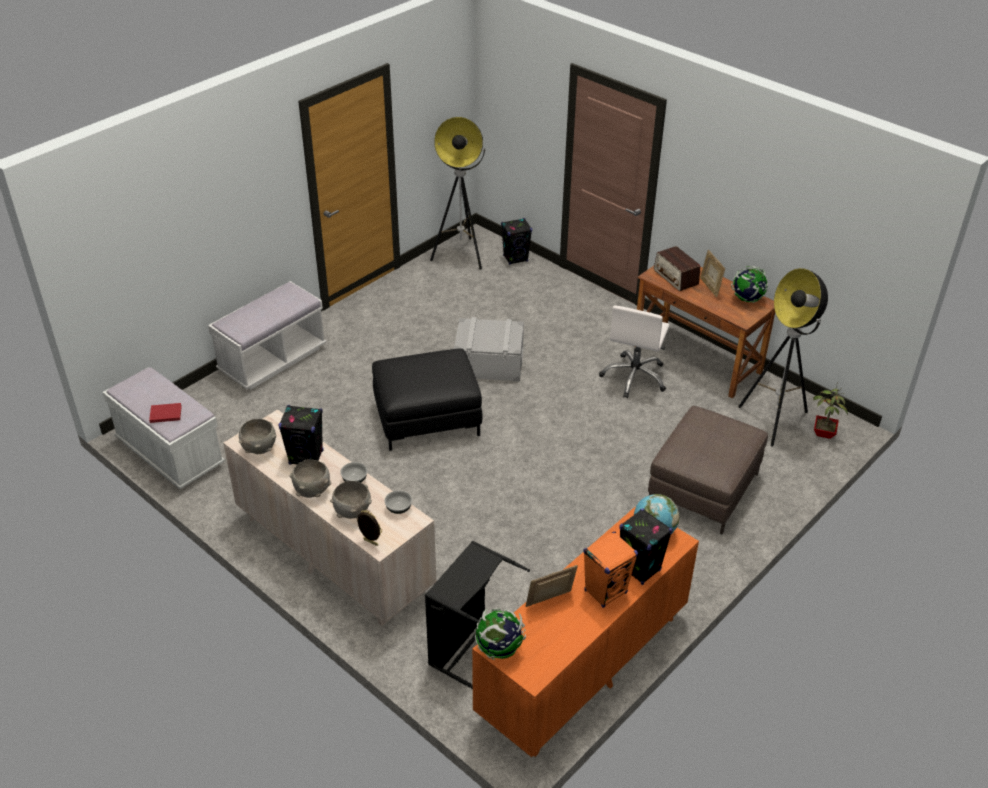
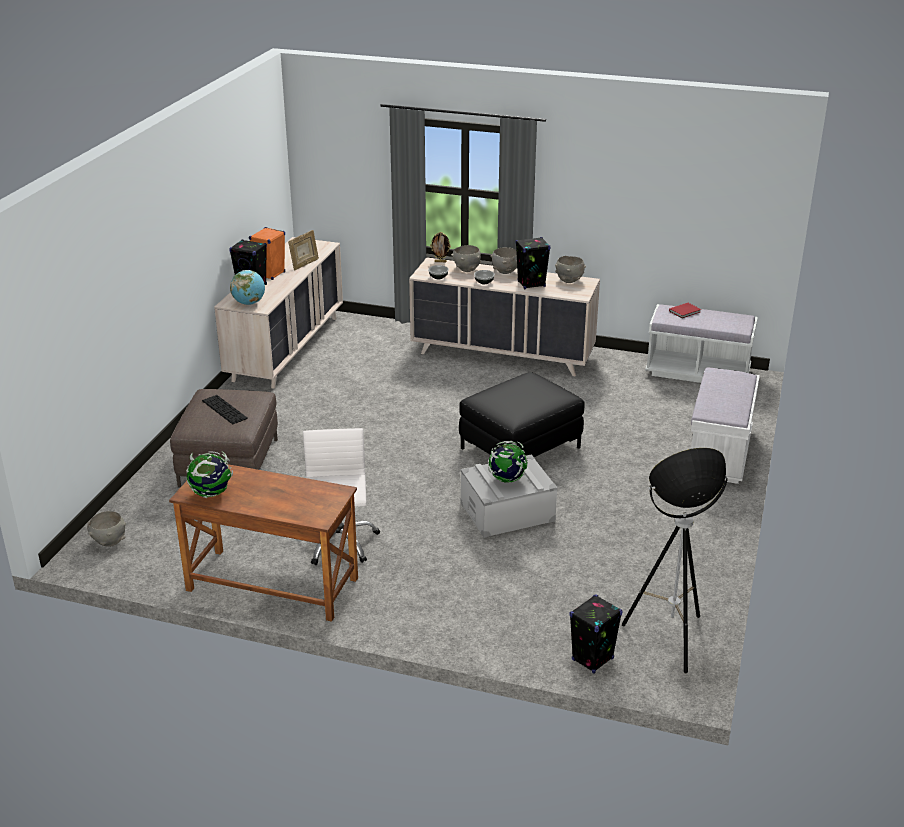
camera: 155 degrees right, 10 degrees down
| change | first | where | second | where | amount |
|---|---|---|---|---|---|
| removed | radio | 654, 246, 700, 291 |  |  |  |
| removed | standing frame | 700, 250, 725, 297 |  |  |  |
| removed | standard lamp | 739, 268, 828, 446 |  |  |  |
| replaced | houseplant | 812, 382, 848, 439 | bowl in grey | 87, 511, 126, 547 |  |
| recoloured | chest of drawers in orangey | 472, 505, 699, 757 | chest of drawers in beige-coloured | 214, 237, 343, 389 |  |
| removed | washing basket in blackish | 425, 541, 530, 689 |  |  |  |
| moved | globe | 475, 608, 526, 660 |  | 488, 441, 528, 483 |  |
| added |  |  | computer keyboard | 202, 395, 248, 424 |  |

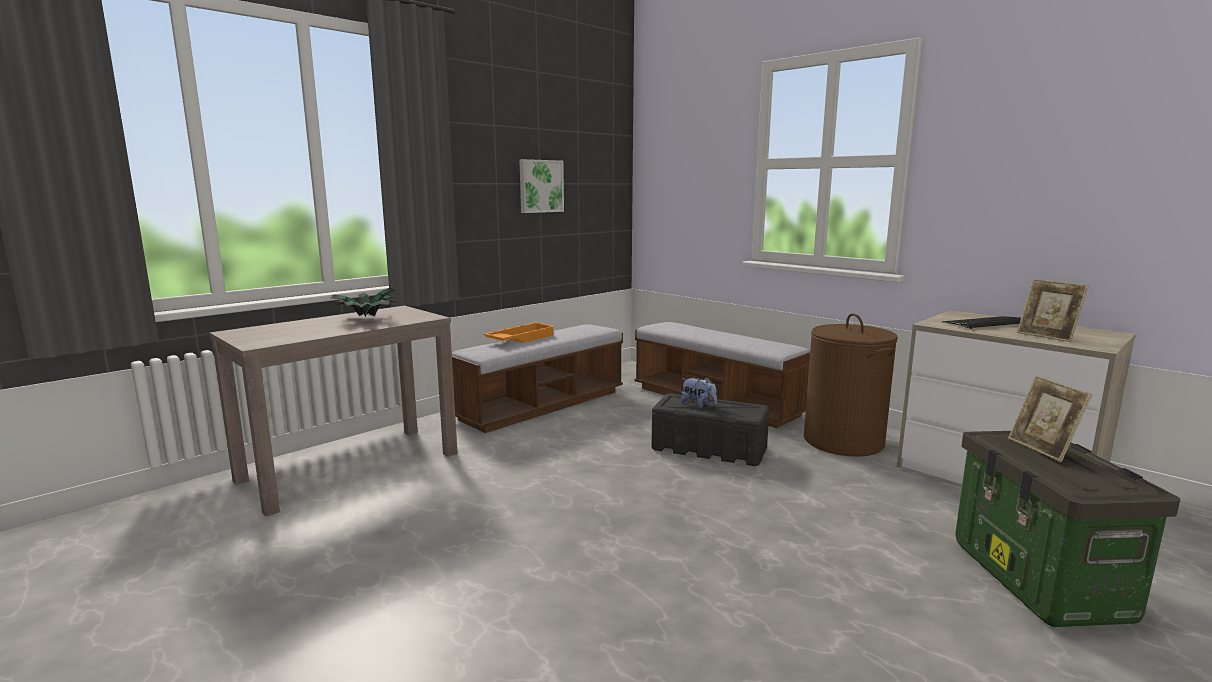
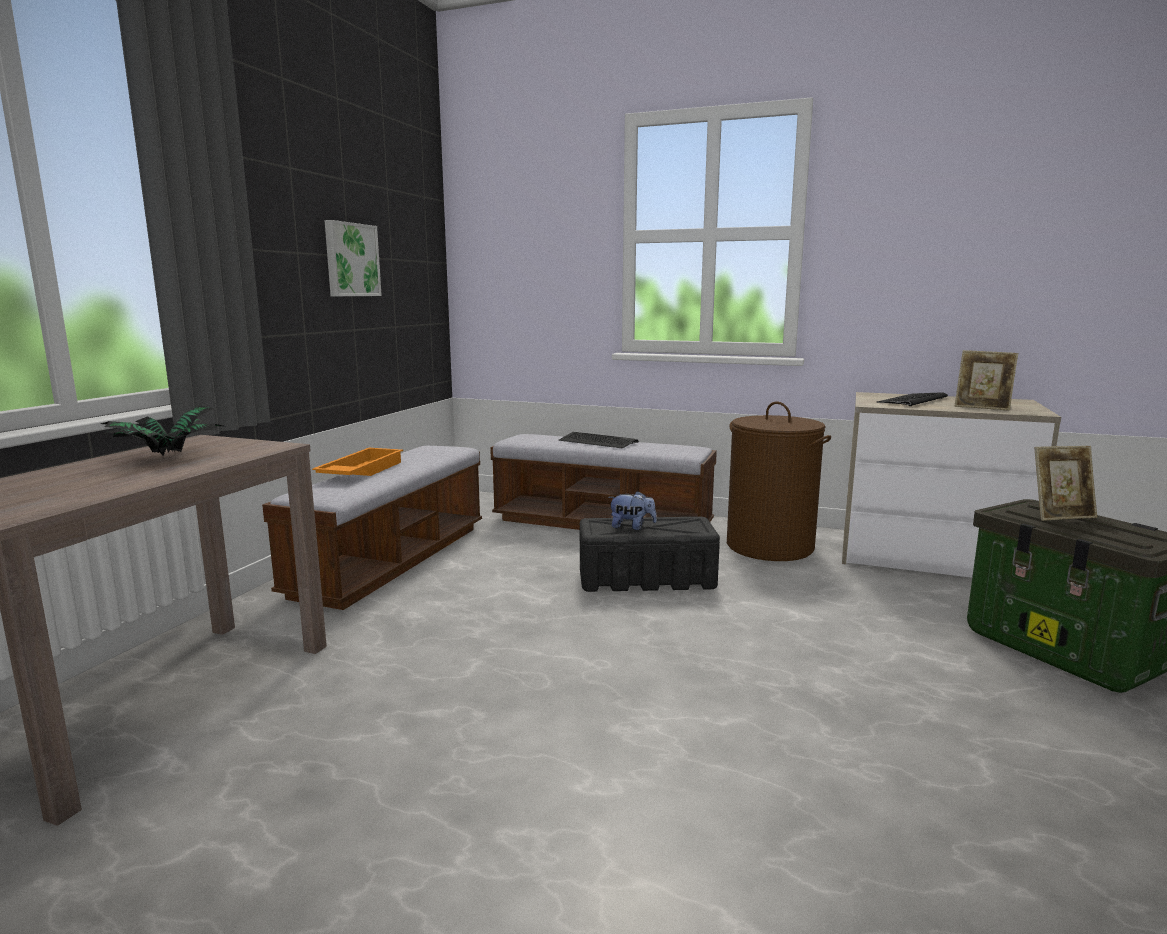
camera: 25 degrees left, 0 degrees up
| change | first | where | second | where | amount |
|---|---|---|---|---|---|
| turned | standing frame | 1008, 375, 1093, 462 |  | 1034, 446, 1097, 521 | 60 degrees counterclockwise |
| added |  |  | computer keyboard | 559, 432, 639, 449 |  |

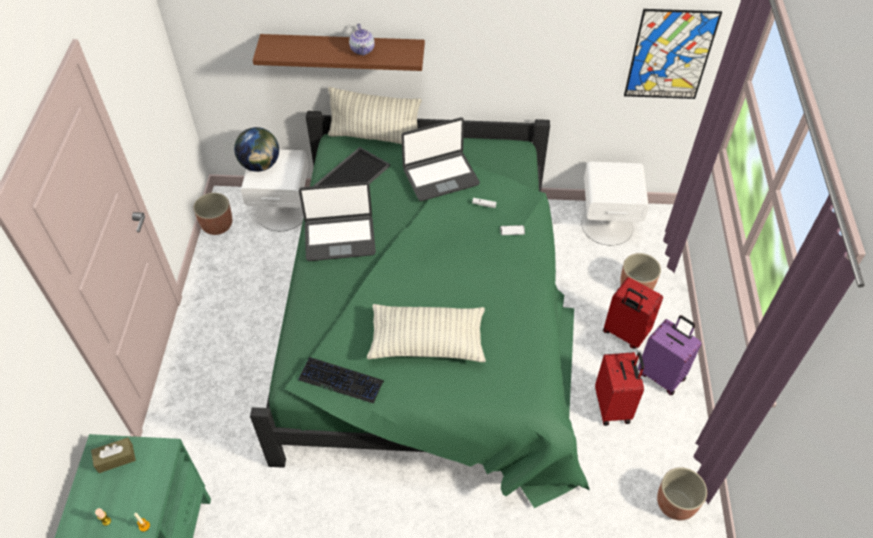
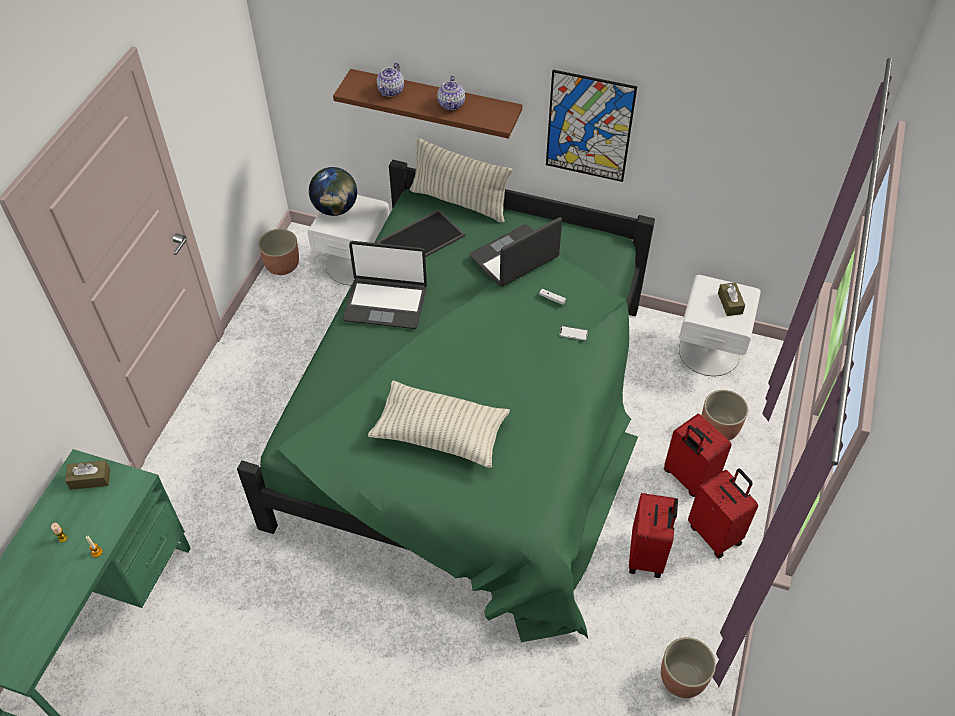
camera: 15 degrees right, 0 degrees up
| change | first | where | second | where | amount |
|---|---|---|---|---|---|
| moved | wall picture | 624, 9, 722, 99 |  | 546, 70, 637, 182 |  |
| turned | notebook computer | 401, 117, 480, 201 |  | 469, 217, 562, 287 | 150 degrees clockwise |
| recoloured | piece of luggage in purple-coloured | 638, 315, 702, 395 | piece of luggage in red-coloured | 688, 469, 758, 559 |  |
| removed | computer keyboard | 298, 357, 384, 403 |  |  |  |
| added |  |  | teapot | 377, 63, 404, 97 |  |
| added |  |  | tissue box in brown-coloured | 718, 282, 745, 316 |  |

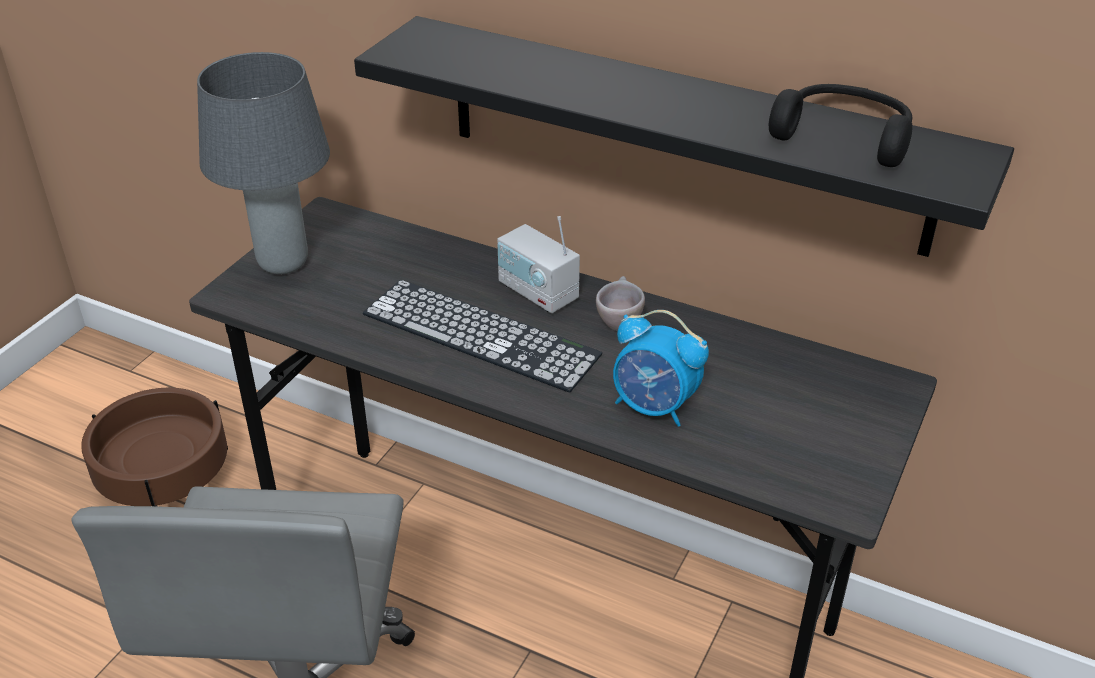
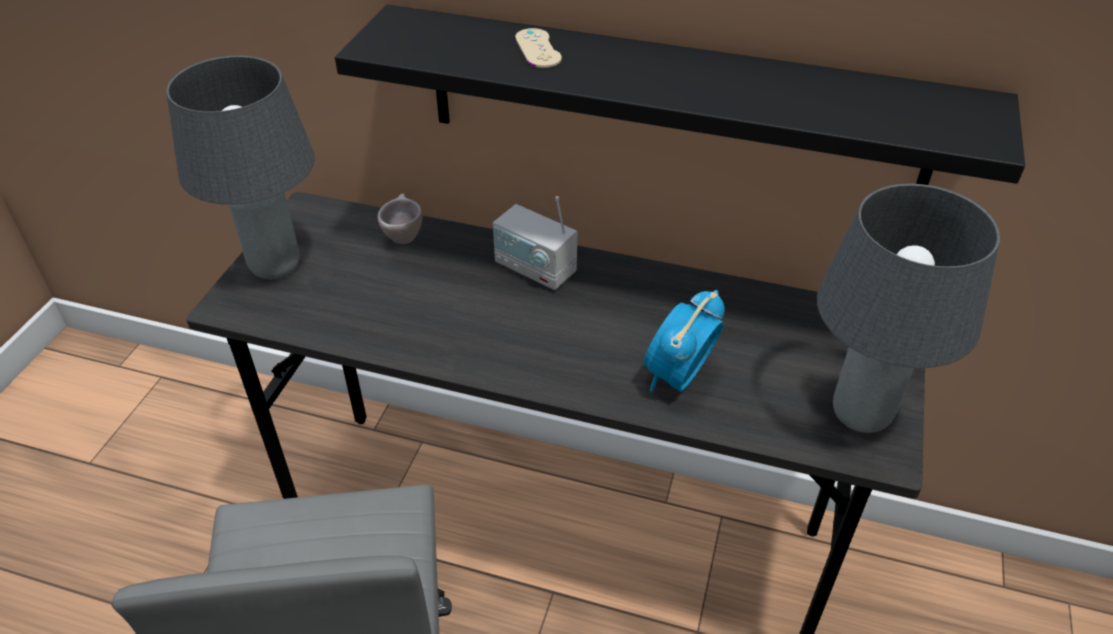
camera: 10 degrees left, 5 degrees up
| change | first | where | second | where | amount |
|---|---|---|---|---|---|
| removed | pair of headphones in blackish | 769, 84, 913, 167 |  |  |  |
| moved | cup in beige-coloured | 596, 276, 645, 331 |  | 378, 194, 423, 244 |  |
| removed | computer keyboard | 363, 280, 602, 392 |  |  |  |
| turned | alarm clock | 613, 310, 709, 427 |  | 644, 290, 725, 392 | 105 degrees clockwise |
| removed | plant pot in brown-coloured | 81, 388, 228, 506 |  |  |  |
| added |  |  | game controller in beige-coloured | 515, 28, 562, 68 |  |
| added |  |  | table lamp in grey | 817, 184, 1000, 433 |  |

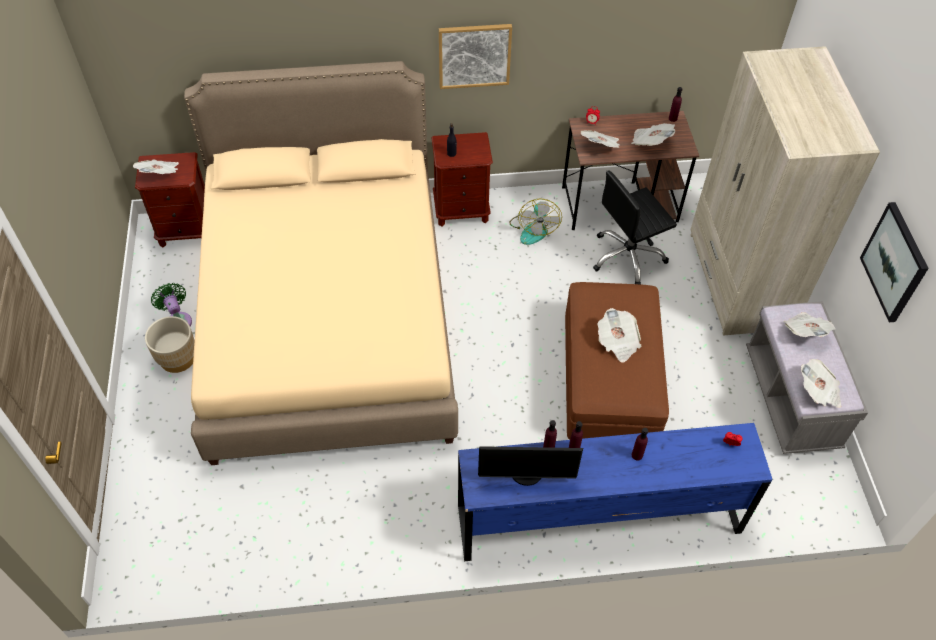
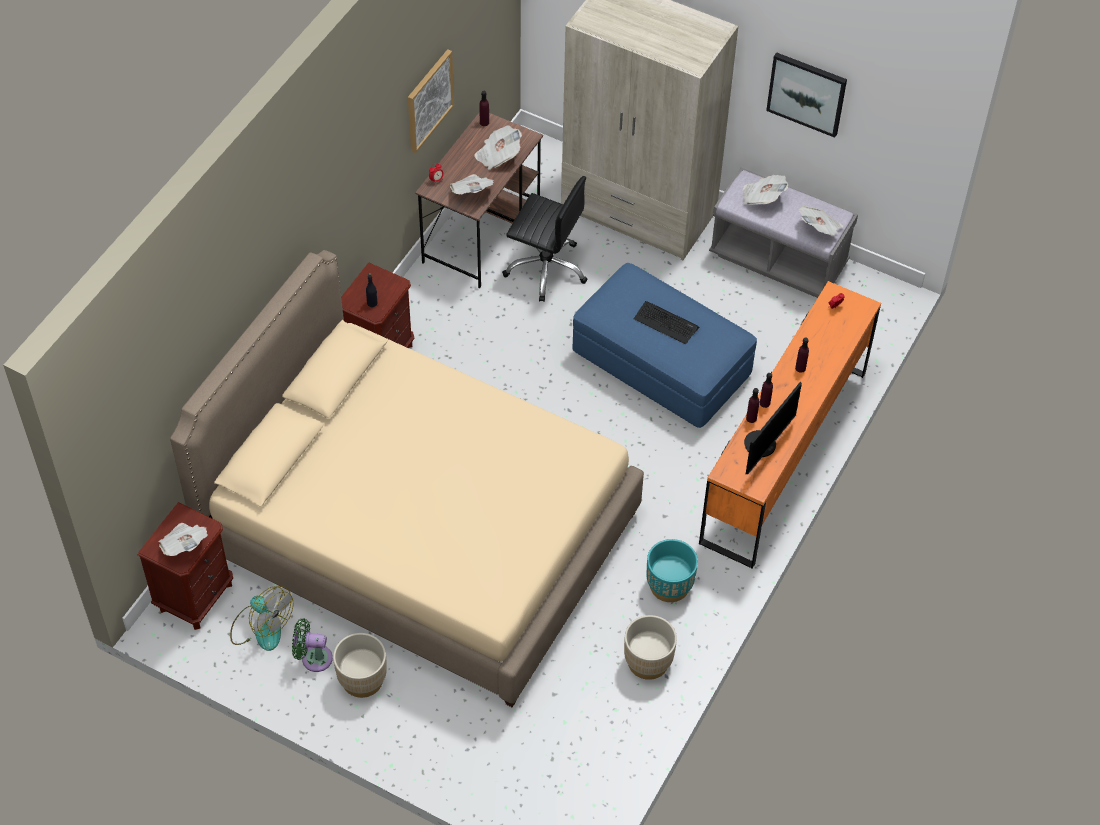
camera: 55 degrees left, 0 degrees up
| change | first | where | second | where | amount |
|---|---|---|---|---|---|
| moved | wall picture | 439, 24, 512, 89 |  | 408, 49, 454, 153 |  |
| turned | office chair in blackish | 593, 171, 677, 284 |  | 502, 176, 588, 302 | 75 degrees counterclockwise |
| moved | cooling fan | 509, 199, 562, 245 |  | 230, 586, 293, 651 |  |
| recoloured | pouffe in brown-coloured | 565, 282, 669, 440 | pouffe in bluish | 572, 263, 757, 428 |  |
| replaced | printed paper | 598, 308, 642, 363 | computer keyboard | 634, 301, 700, 344 |  |
| recoloured | chest of drawers in bluish | 458, 423, 773, 561 | chest of drawers in orangey | 699, 281, 881, 569 |  |
| added |  |  | plant pot in blue-green | 647, 539, 698, 602 |  |
| added |  |  | plant pot in beige-coloured | 624, 615, 677, 680 |  |

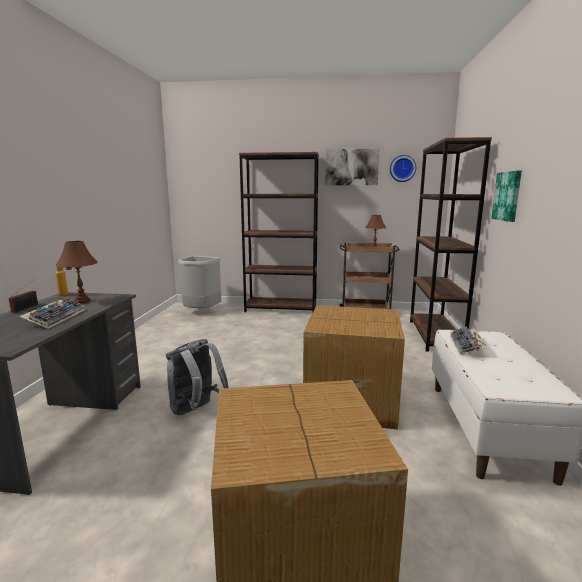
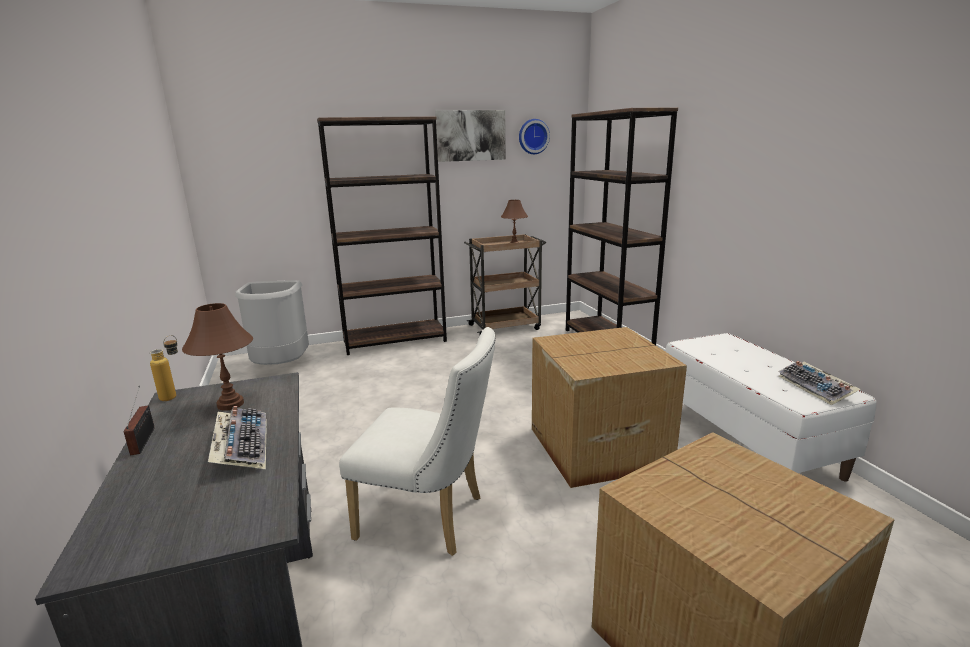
camera: 25 degrees left, 5 degrees up
| change | first | where | second | where | amount |
|---|---|---|---|---|---|
| removed | wall picture | 491, 171, 522, 222 |  |  |  |
| moved | computer keyboard | 450, 326, 488, 355 |  | 778, 361, 861, 405 |  |
| replaced | knapsack in grey | 166, 339, 228, 415 | upright chair in white-coloured | 339, 327, 495, 556 |  |

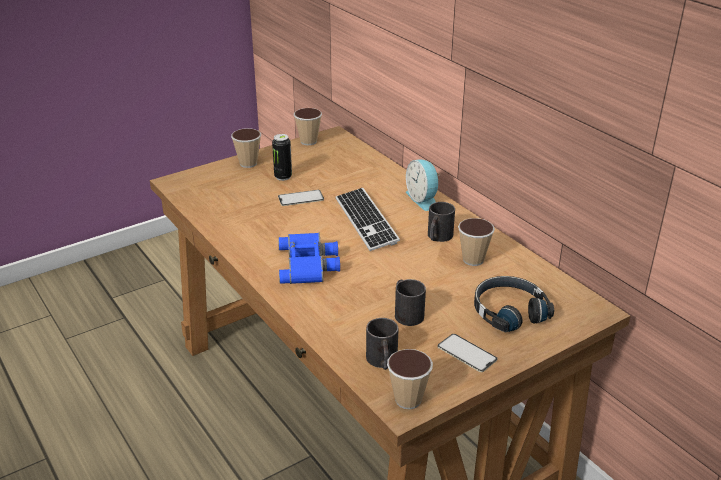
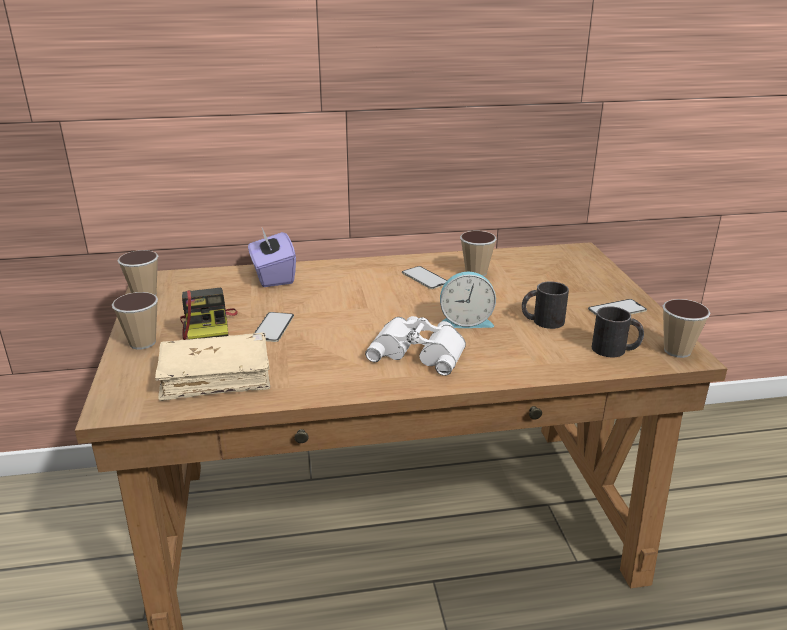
camera: 65 degrees left, 5 degrees down
| change | first | where | second | where | amount |
|---|---|---|---|---|---|
| replaced | sealed can | 272, 134, 292, 181 | photo camera | 180, 288, 238, 340 |  |
| moved | alarm clock | 406, 159, 440, 211 |  | 440, 271, 496, 328 |  |
| removed | computer keyboard | 335, 188, 400, 251 |  |  |  |
| replaced | tea mug in blackish | 428, 202, 455, 242 | handset | 402, 266, 447, 289 |  |
| recoloured | pair of binoculars in bluish | 278, 233, 340, 284 | pair of binoculars in white-coloured | 365, 316, 466, 376 |  |
| removed | pair of headphones in blackish | 474, 276, 554, 333 |  |  |  |
| added |  |  | tissue box in purple-coloured | 248, 228, 296, 287 |  |
| added |  |  | bound book in beige-coloured | 155, 332, 270, 401 |  |

